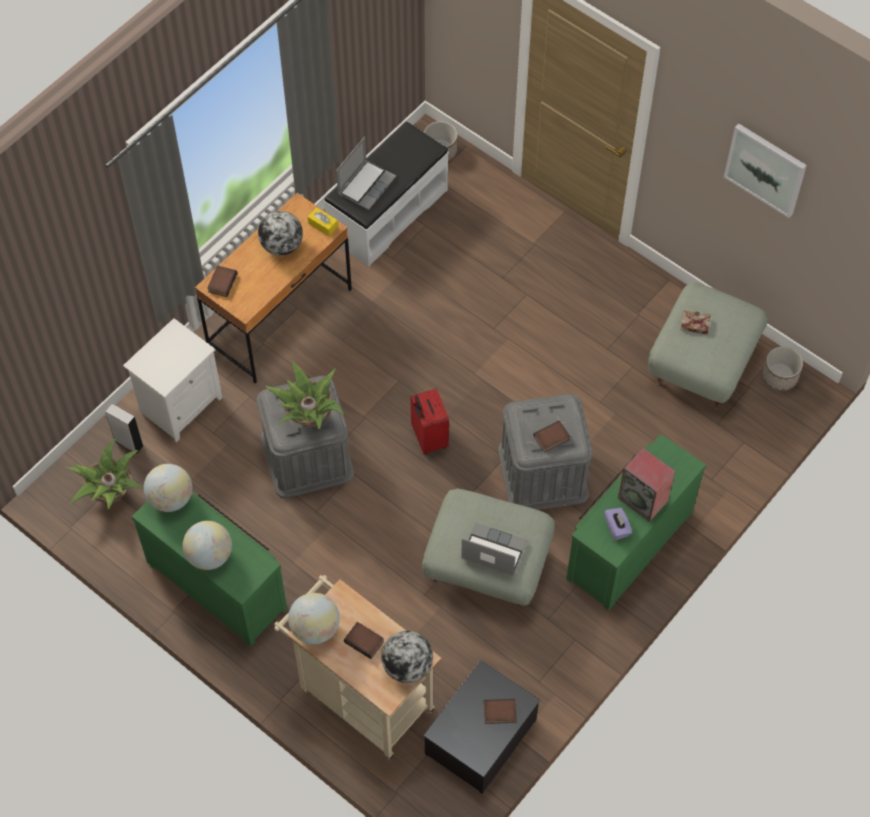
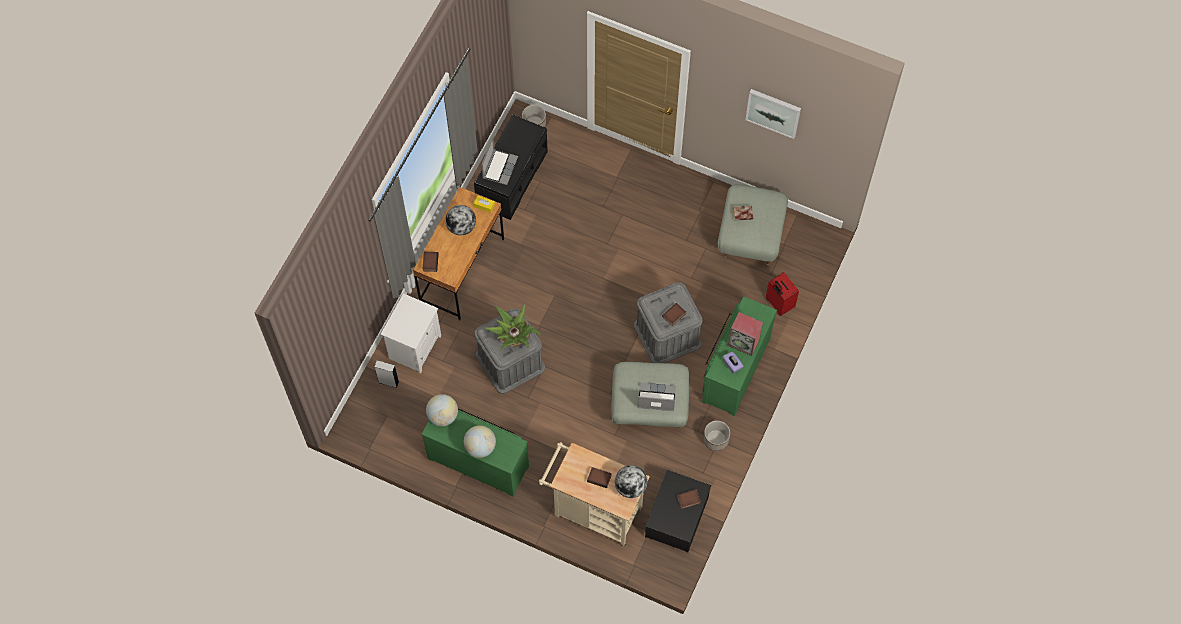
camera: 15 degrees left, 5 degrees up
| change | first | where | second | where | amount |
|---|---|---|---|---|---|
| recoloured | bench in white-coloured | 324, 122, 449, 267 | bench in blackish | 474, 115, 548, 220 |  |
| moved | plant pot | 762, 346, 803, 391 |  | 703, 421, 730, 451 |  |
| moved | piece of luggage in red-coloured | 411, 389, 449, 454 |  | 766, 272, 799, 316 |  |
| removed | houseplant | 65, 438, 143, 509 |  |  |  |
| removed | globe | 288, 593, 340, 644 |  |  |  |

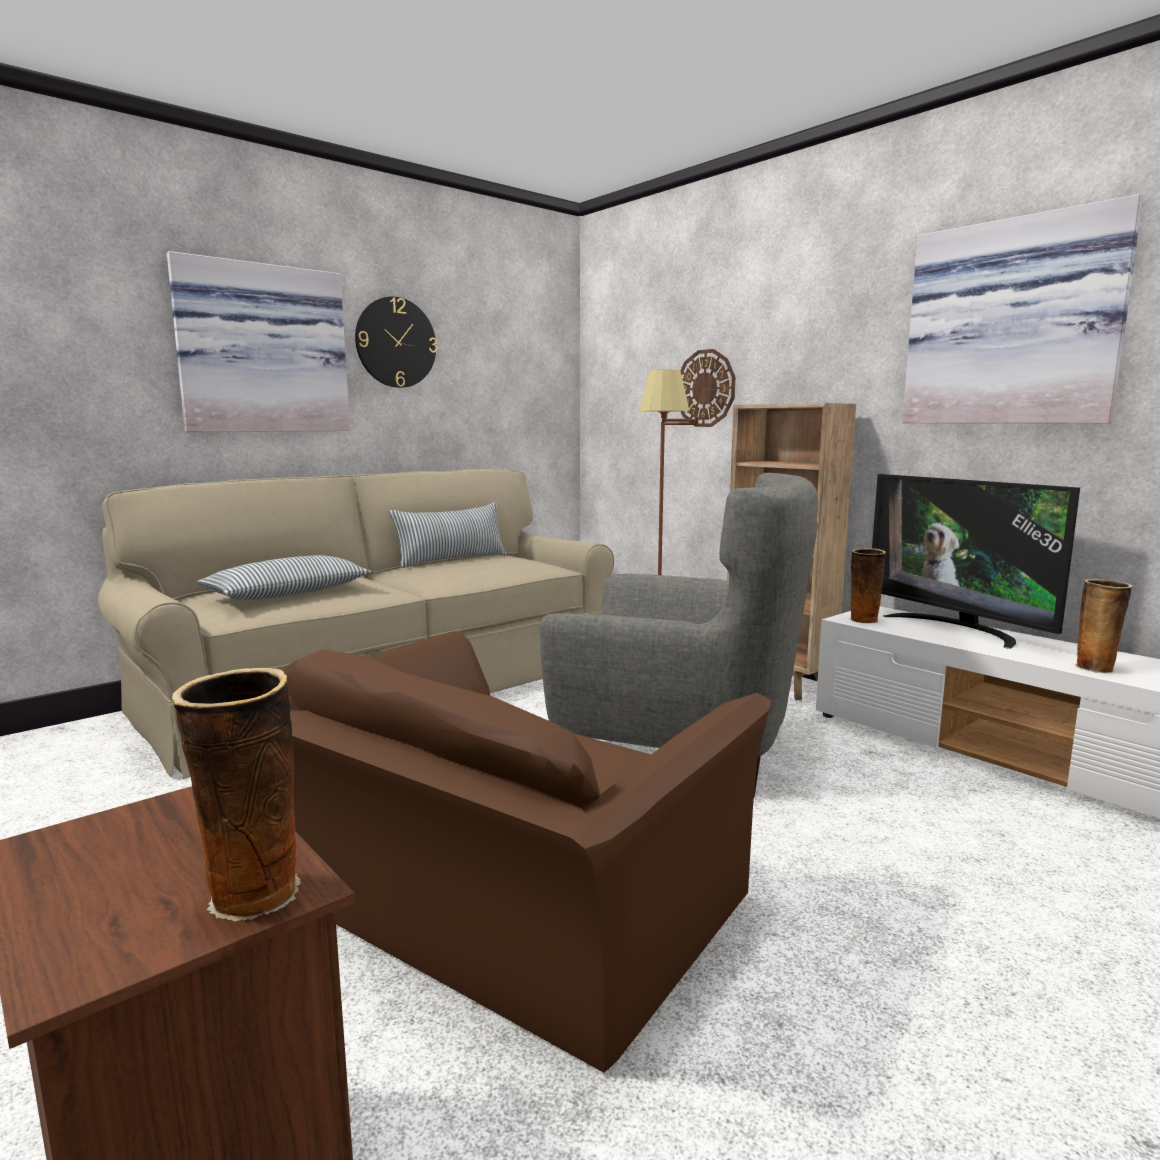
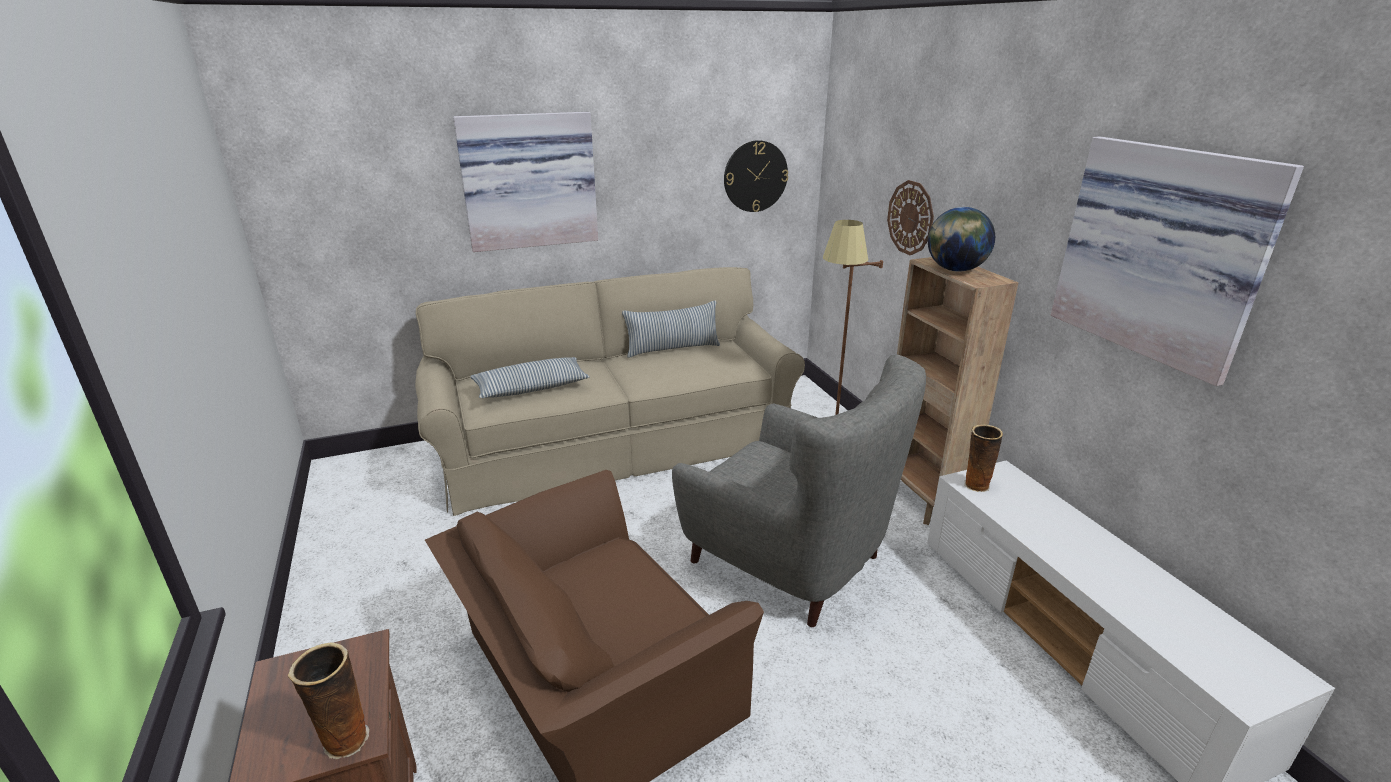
camera: 20 degrees right, 15 degrees up
| change | first | where | second | where | amount |
|---|---|---|---|---|---|
| moved | hanging clock | 355, 296, 437, 388 |  | 724, 140, 788, 212 |  |
| removed | TV | 872, 474, 1080, 649 |  |  |  |
| removed | decorative vase | 1075, 579, 1133, 674 |  |  |  |
| added |  |  | globe | 928, 207, 995, 272 |  |

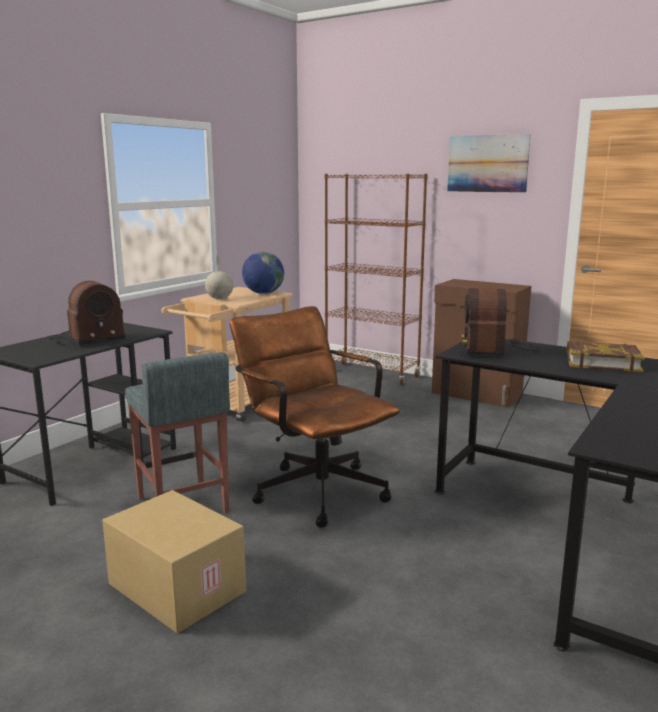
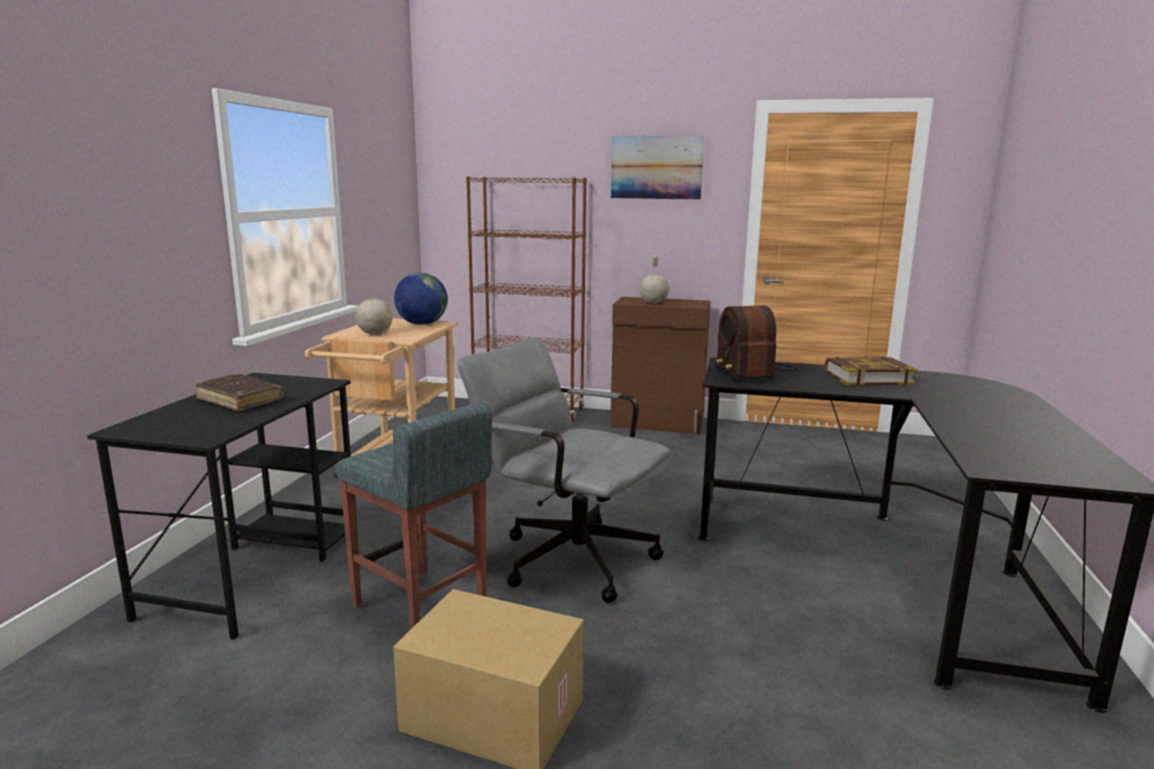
camera: 20 degrees left, 0 degrees up
| change | first | where | second | where | amount |
|---|---|---|---|---|---|
| replaced | radio | 46, 281, 126, 345 | bound book in brown-coloured | 195, 374, 283, 412 |  |
| recoloured | office chair in brown-coloured | 230, 306, 400, 528 | office chair in grey | 458, 337, 671, 603 |  |
| added |  |  | globe | 640, 257, 669, 304 |  |

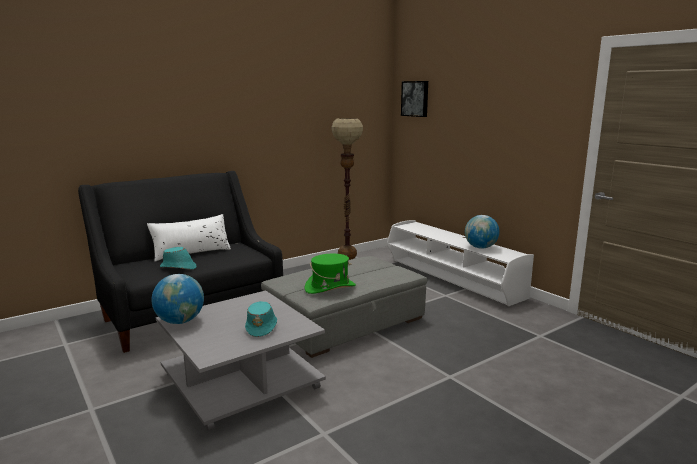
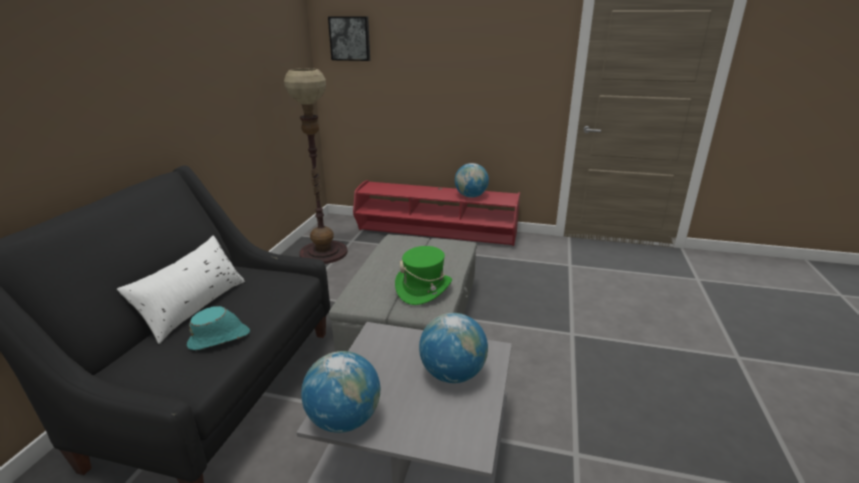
camera: 40 degrees left, 10 degrees up
| change | first | where | second | where | amount |
|---|---|---|---|---|---|
| recoloured | tv unit in white-coloured | 387, 220, 534, 306 | tv unit in red-coloured | 353, 180, 520, 246 |  |
| replaced | wearable hat in blue-green | 245, 301, 277, 337 | globe | 419, 313, 488, 383 |  |

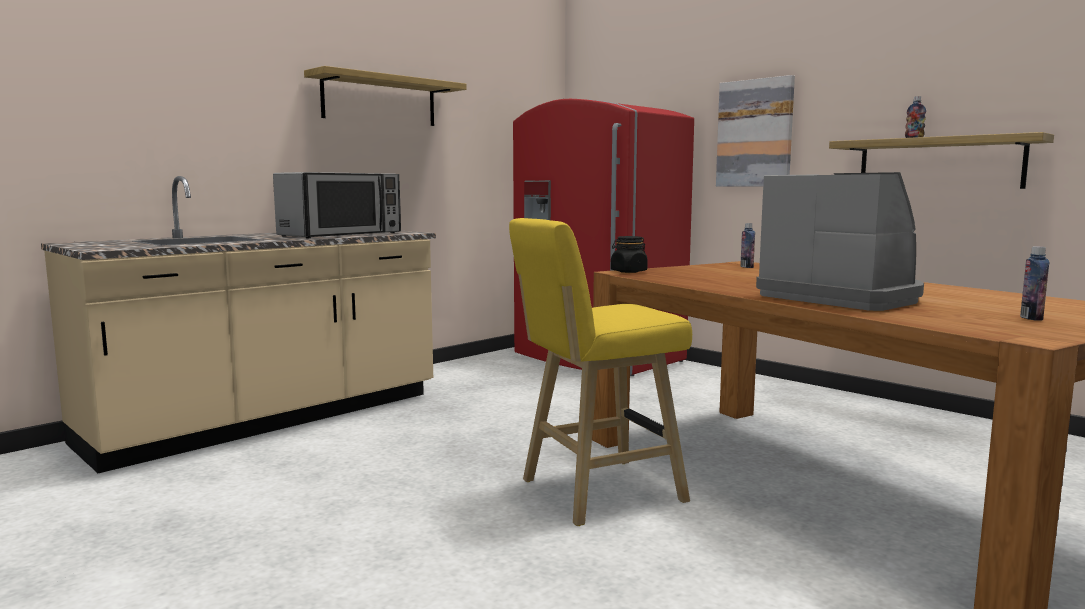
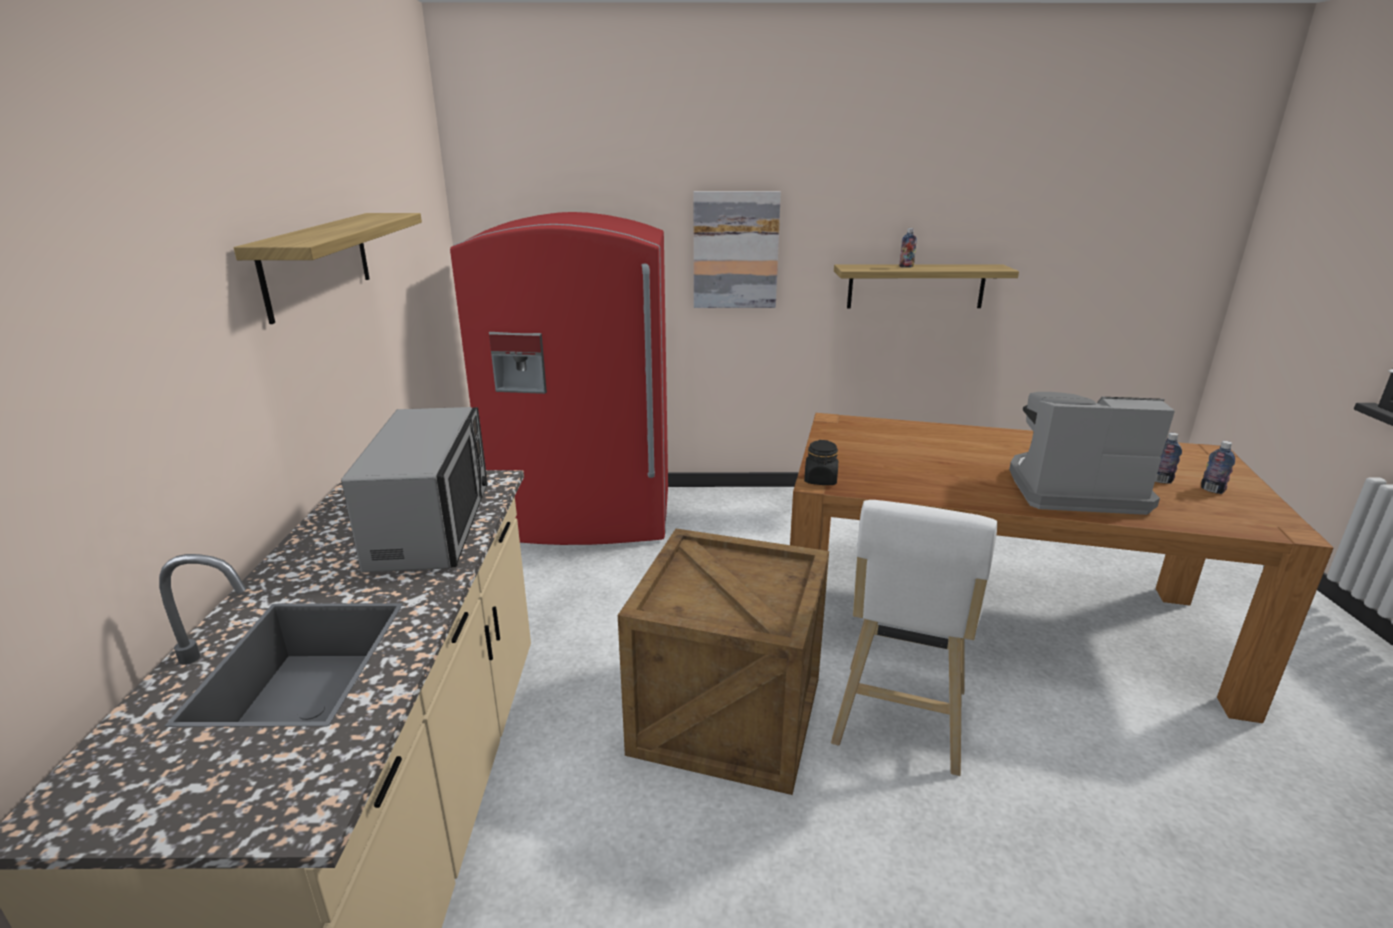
camera: 45 degrees left, 15 degrees up
| change | first | where | second | where | amount |
|---|---|---|---|---|---|
| recoloured | sitting stool in yellow-coloured | 509, 218, 692, 526 | sitting stool in white-coloured | 831, 500, 997, 776 |  |
| moved | beverage bottle | 740, 223, 755, 268 |  | 1155, 433, 1182, 484 |  |
| added |  |  | crate | 618, 529, 829, 795 |  |

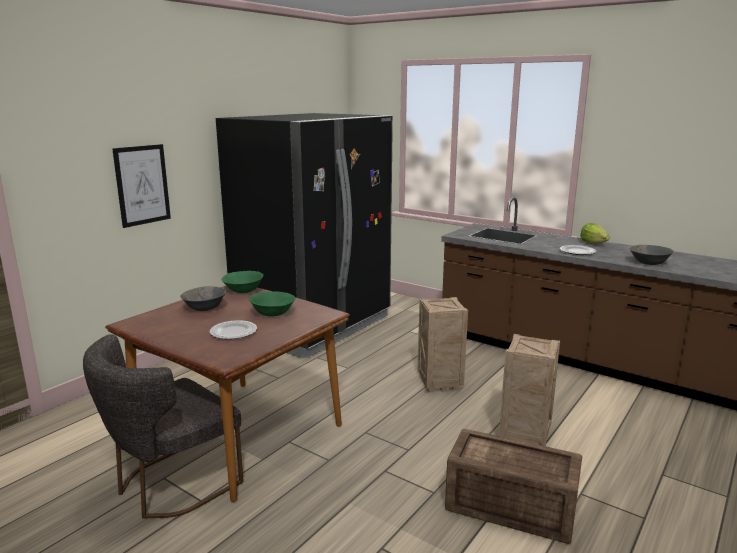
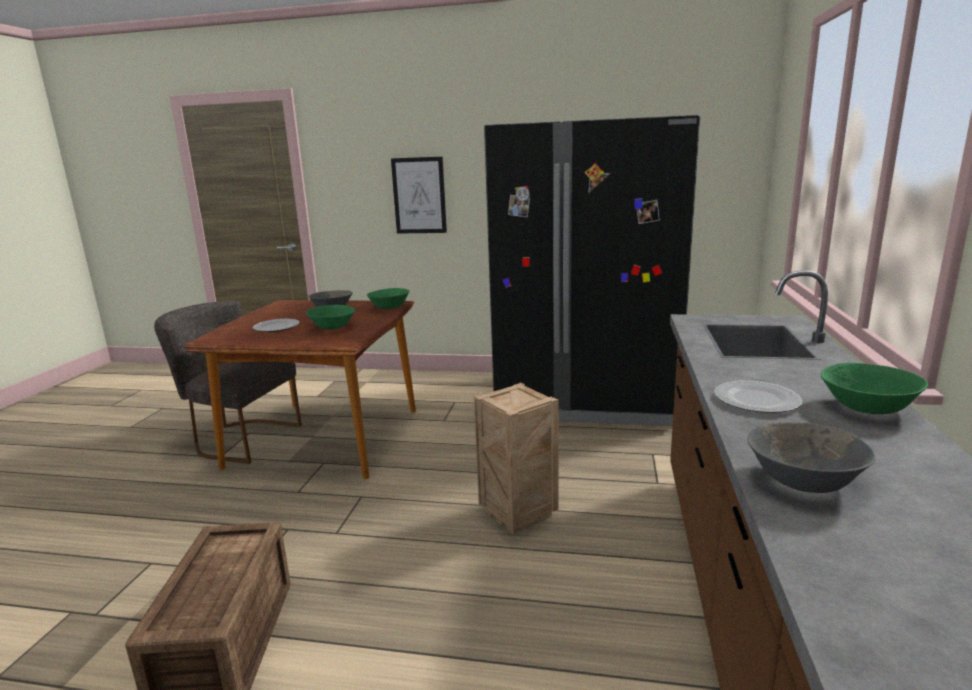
camera: 65 degrees right, 0 degrees up
| change | first | where | second | where | amount |
|---|---|---|---|---|---|
| replaced | lettuce head | 580, 223, 610, 244 | bowl in green-coloured | 821, 363, 928, 414 |  |
| removed | crate | 499, 334, 560, 446 |  |  |  |

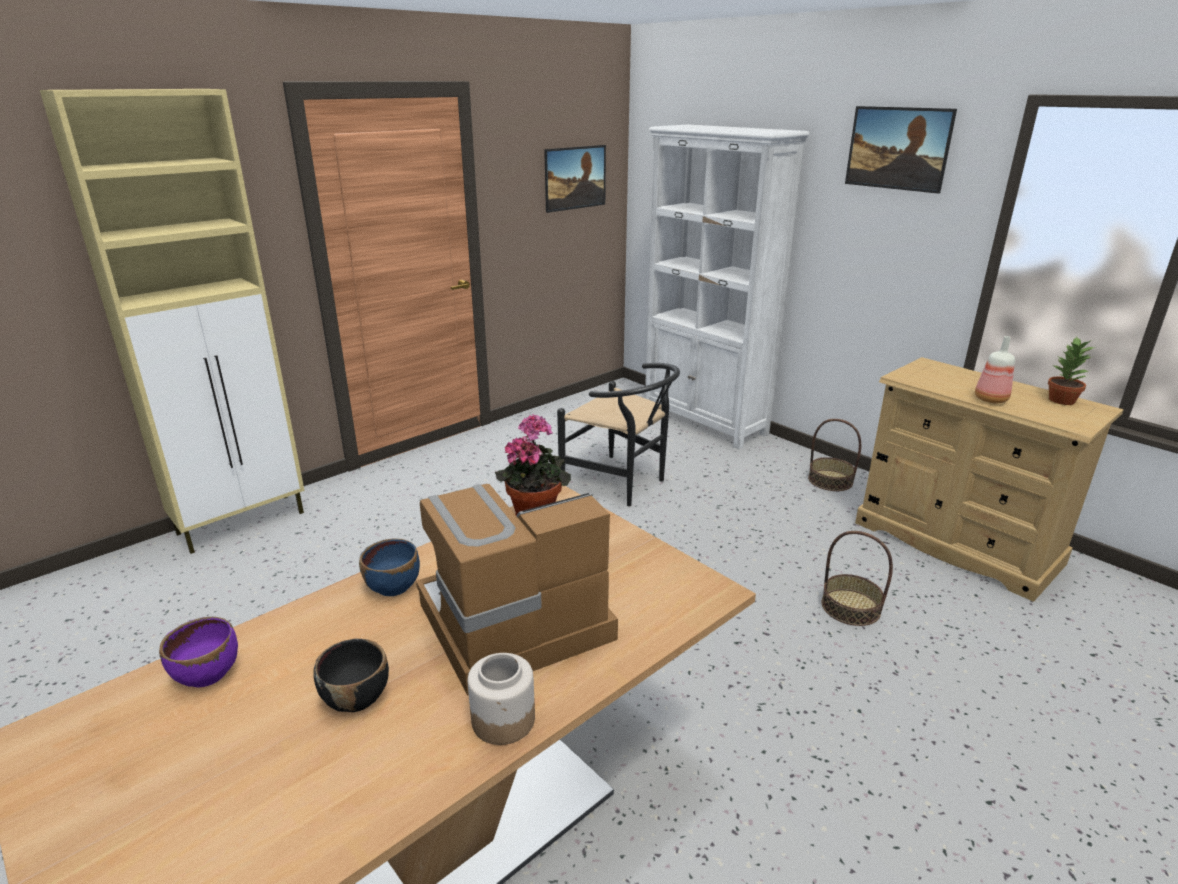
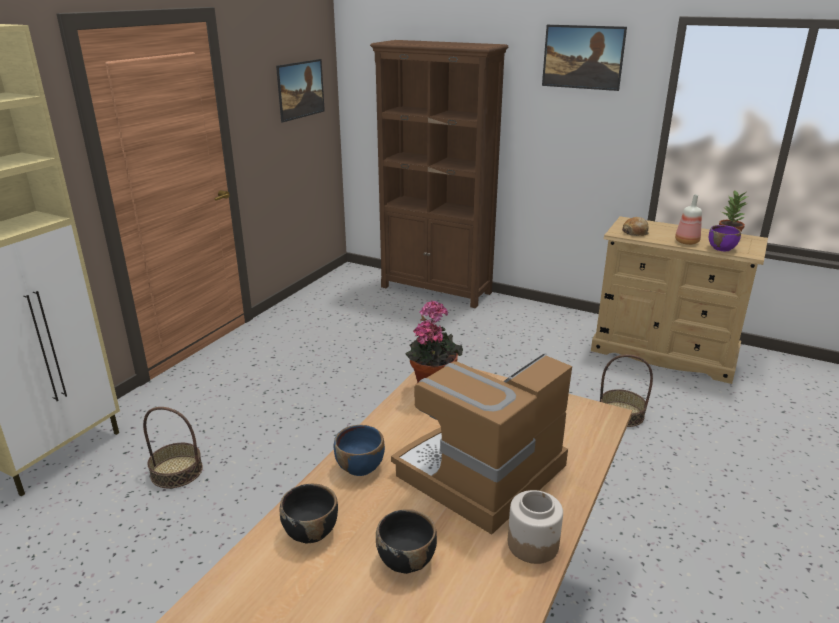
camera: 20 degrees left, 0 degrees up
| change | first | where | second | where | amount |
|---|---|---|---|---|---|
| recoloured | bookcase in white-coloured | 645, 125, 809, 449 | bookcase in brown-coloured | 370, 40, 508, 308 |  |
| removed | upright chair in blackish | 557, 363, 680, 507 |  |  |  |
| moved | storage basket | 808, 419, 861, 491 |  | 143, 407, 203, 488 |  |
| moved | bowl in purple-coloured | 159, 617, 238, 687 |  | 709, 225, 741, 251 |  |
| added |  |  | bread | 622, 217, 649, 236 |  |
| added |  |  | bowl in blackish | 280, 484, 338, 543 |  |

